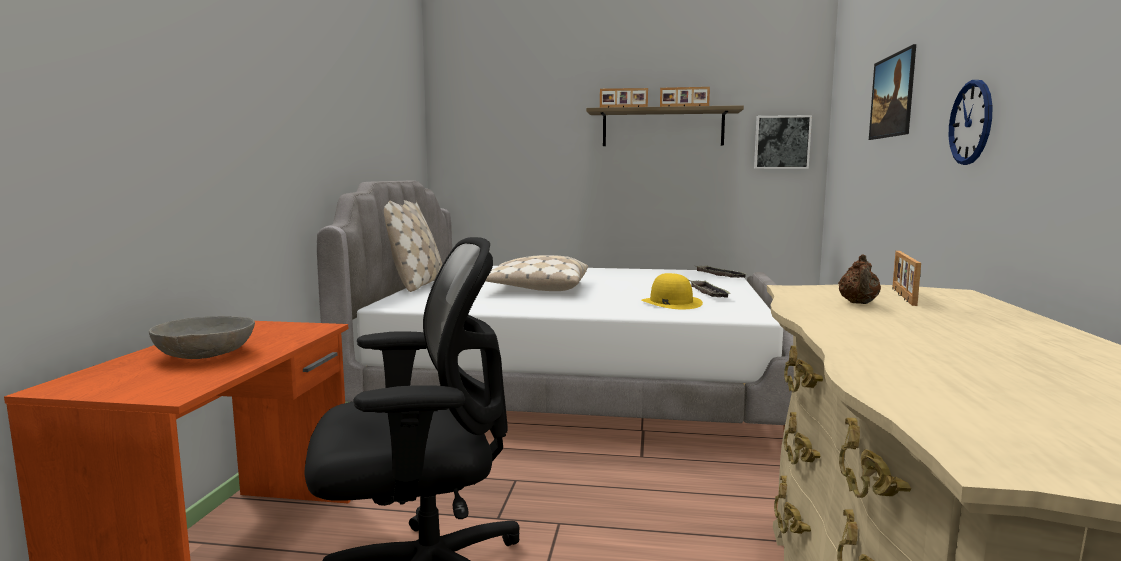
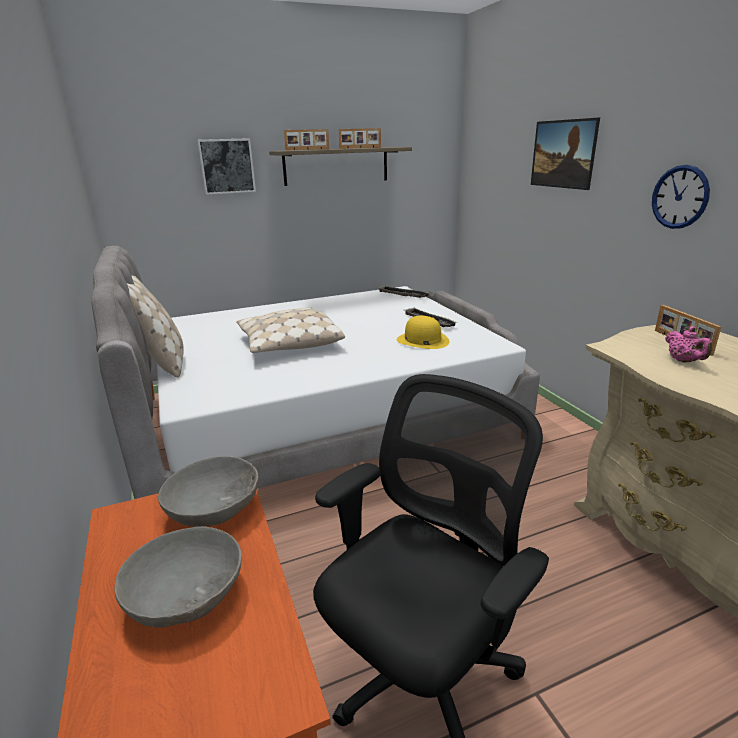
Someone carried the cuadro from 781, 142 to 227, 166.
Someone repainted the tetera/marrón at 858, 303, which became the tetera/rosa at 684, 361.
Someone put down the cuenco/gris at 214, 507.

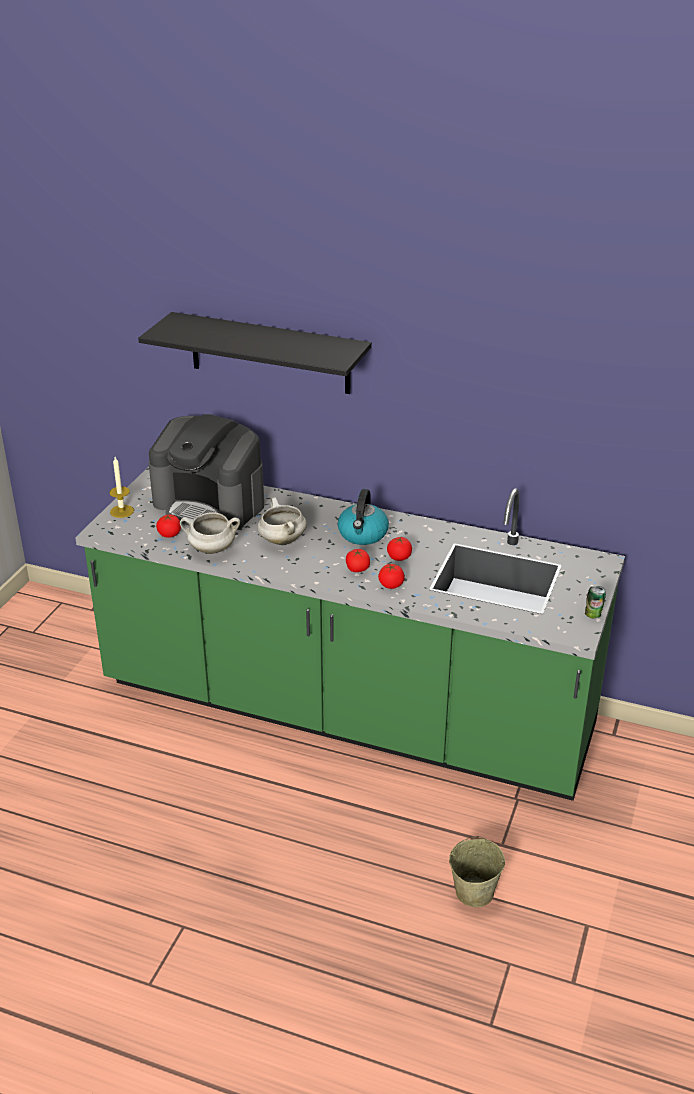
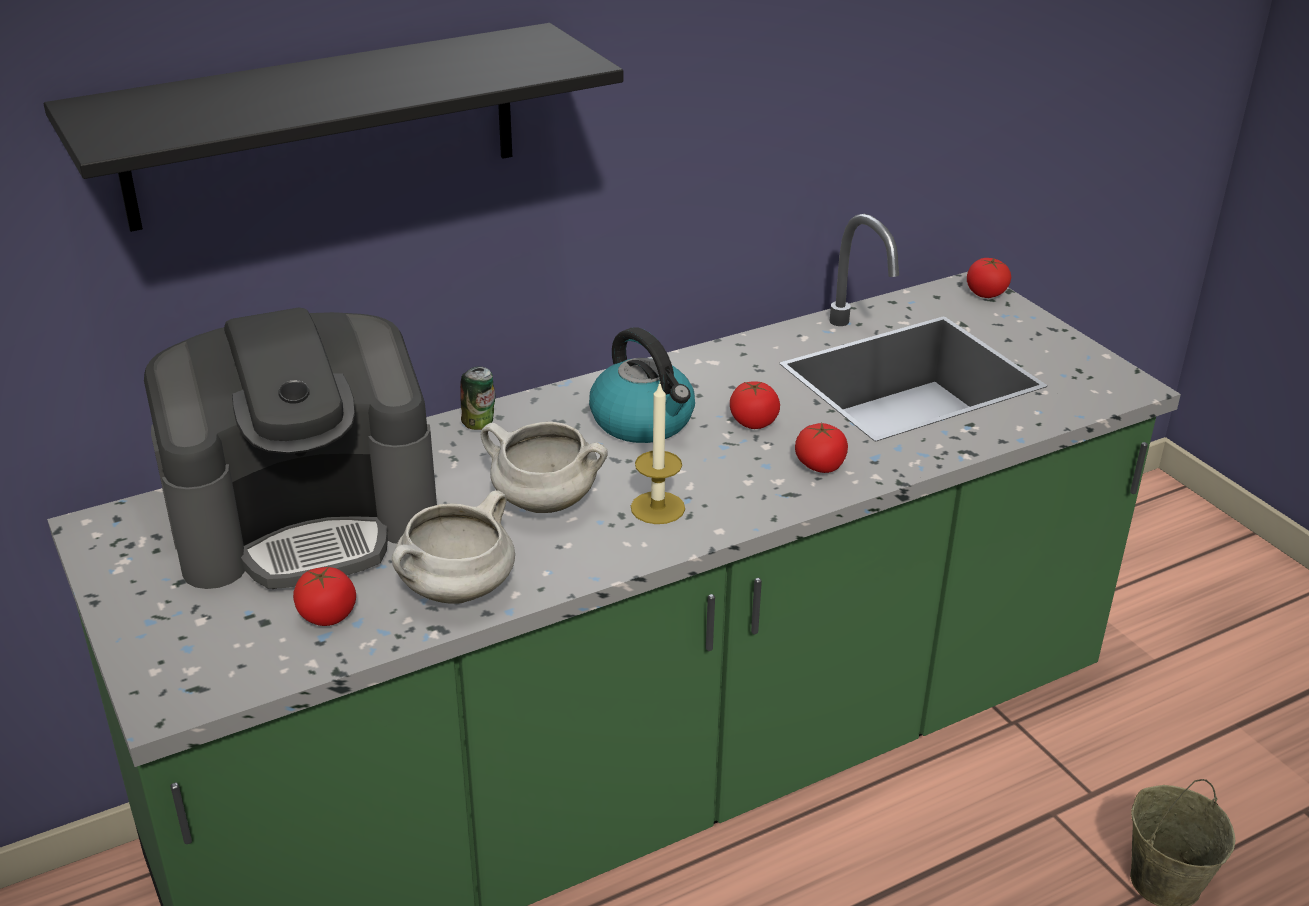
Someone carried the vela from 122, 511 to 657, 508.
Someone carried the tomate from 357, 569 to 986, 293.
Someone carried the lata from 593, 615 to 480, 423.

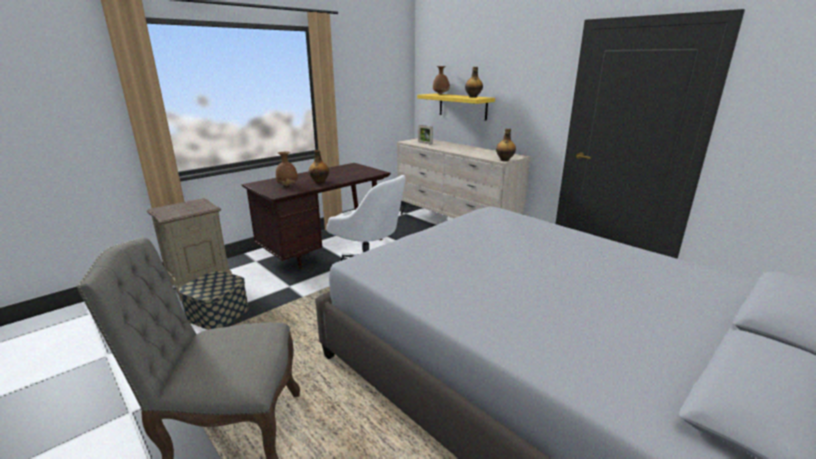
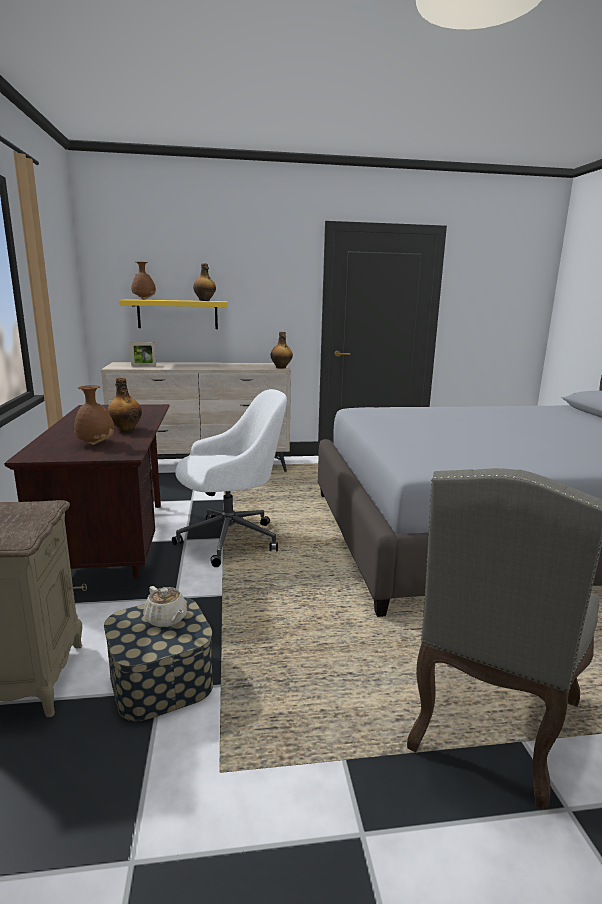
Someone put down the tetera/beis at 166, 619.

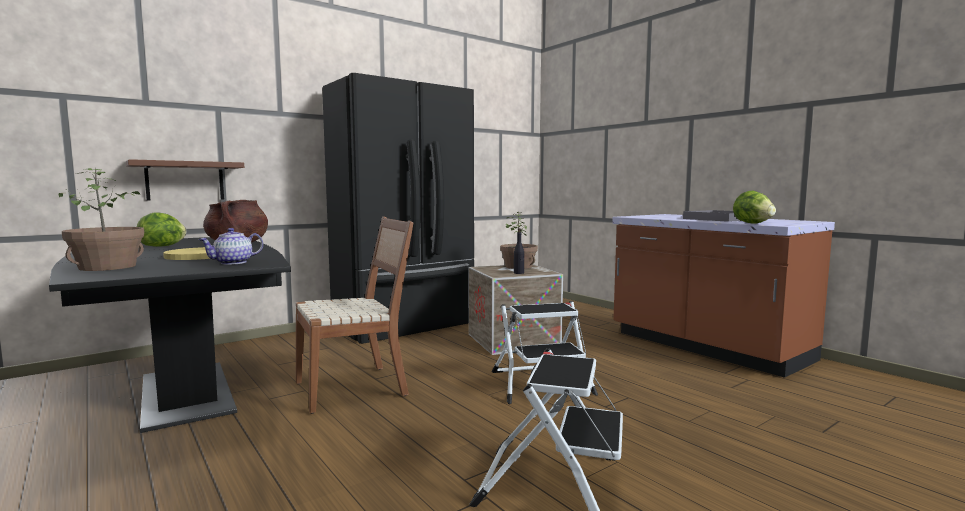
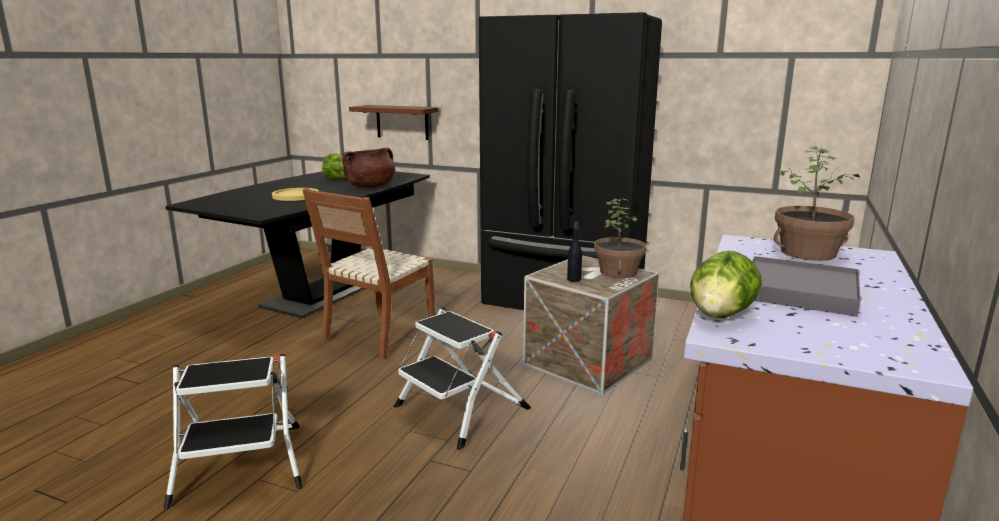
Someone carried the planta en maceta from 108, 267 to 808, 253.
Someone rotated the silla at 356, 388 by 90 degrees clockwise.
Someone took away the tetera at 233, 263.

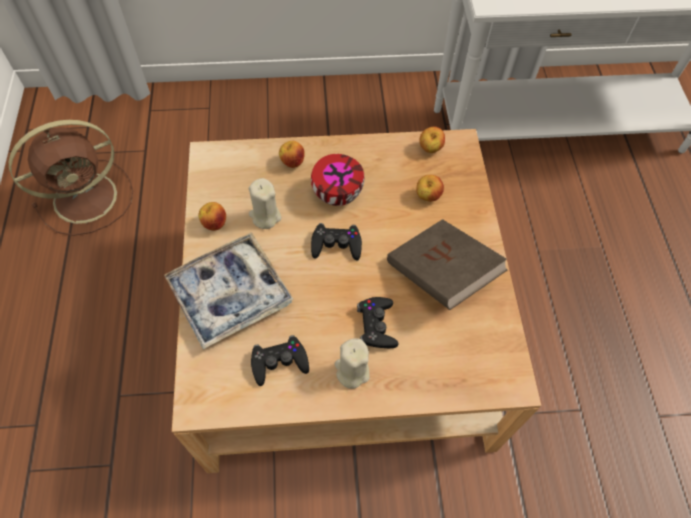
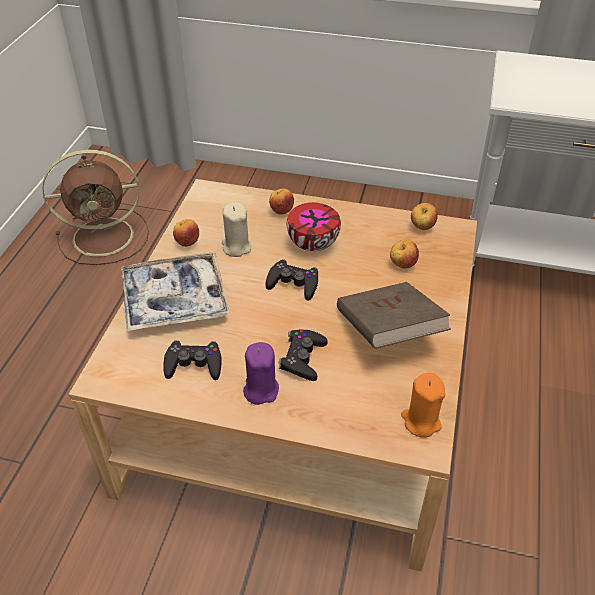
Someone repainted the vela/beis at 352, 371, which became the vela/morado at 260, 390.
Someone put down the vela/naranja at 421, 421.

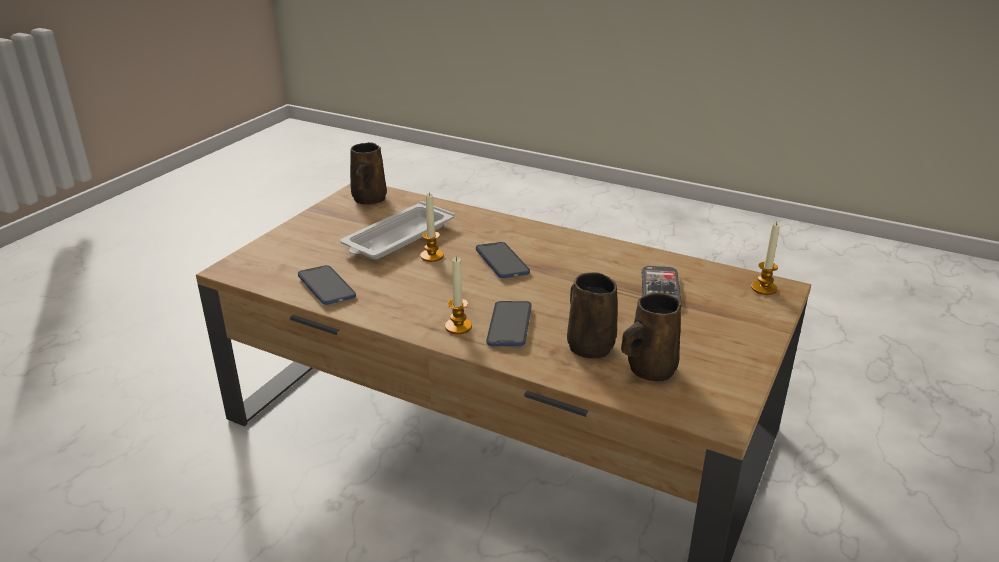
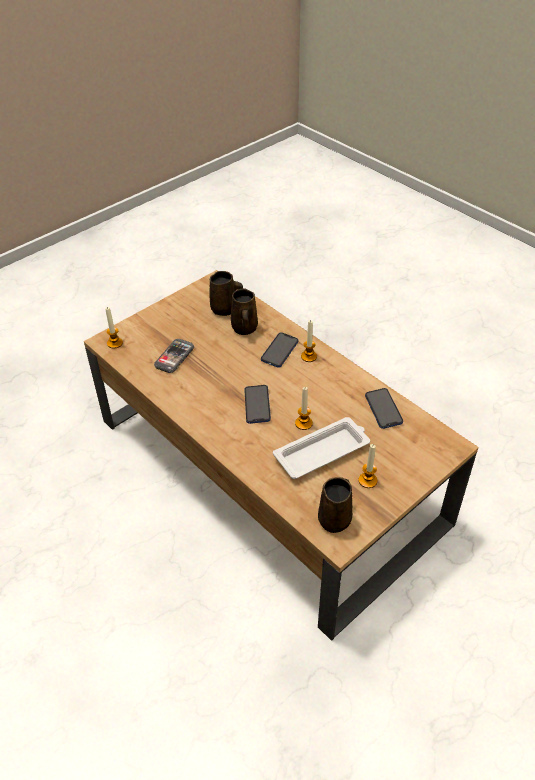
Someone put down the vela at 367, 480.

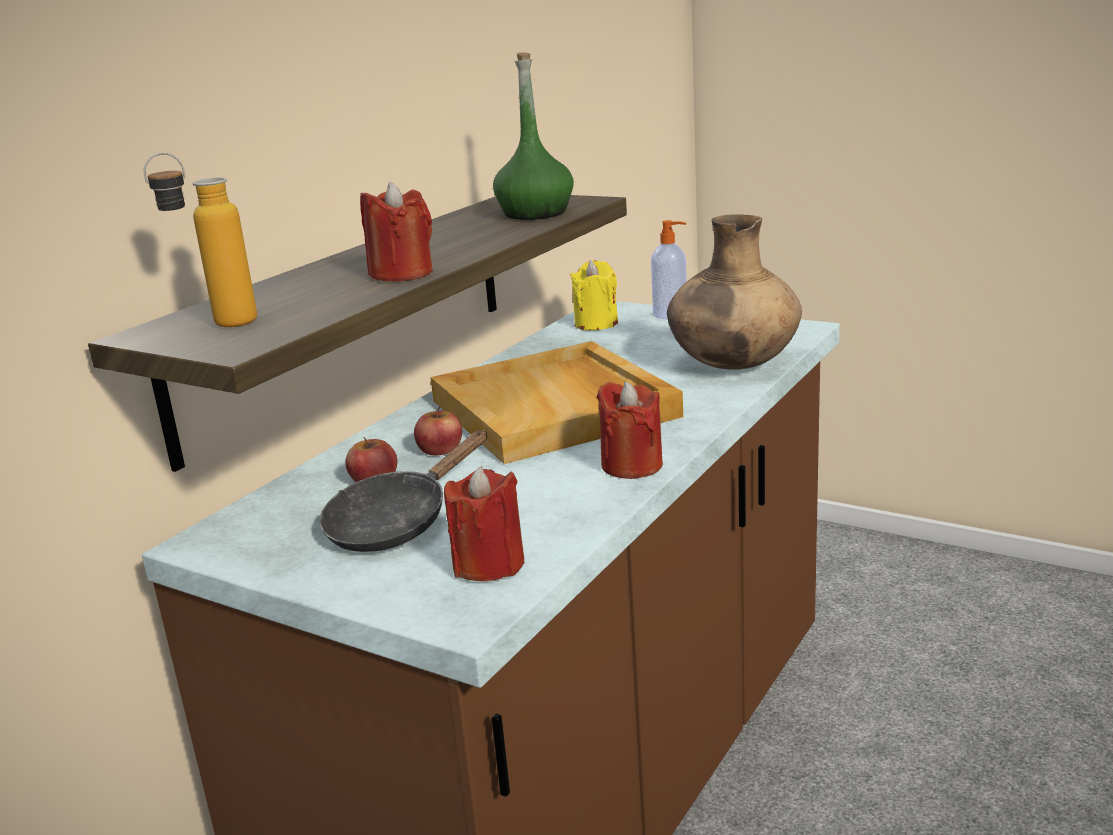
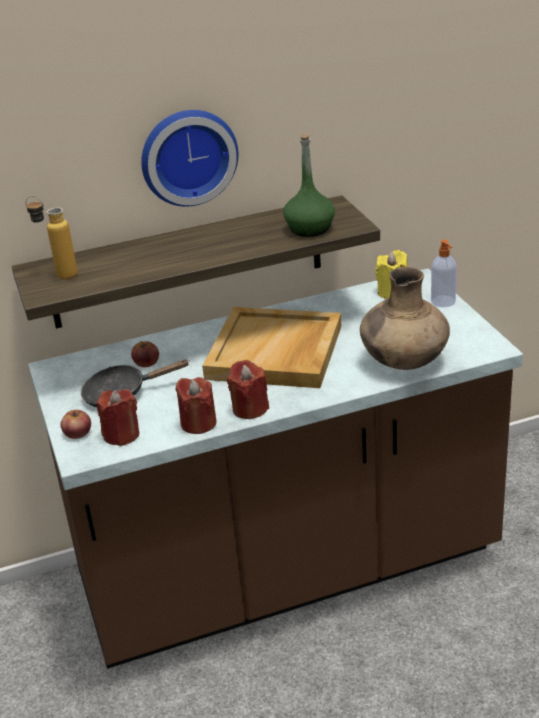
Someone carried the vela/rojo from 401, 274 to 198, 423.
Someone carried the manzana from 440, 449 to 77, 433.
Someone put up the reloj de pared at 187, 156.

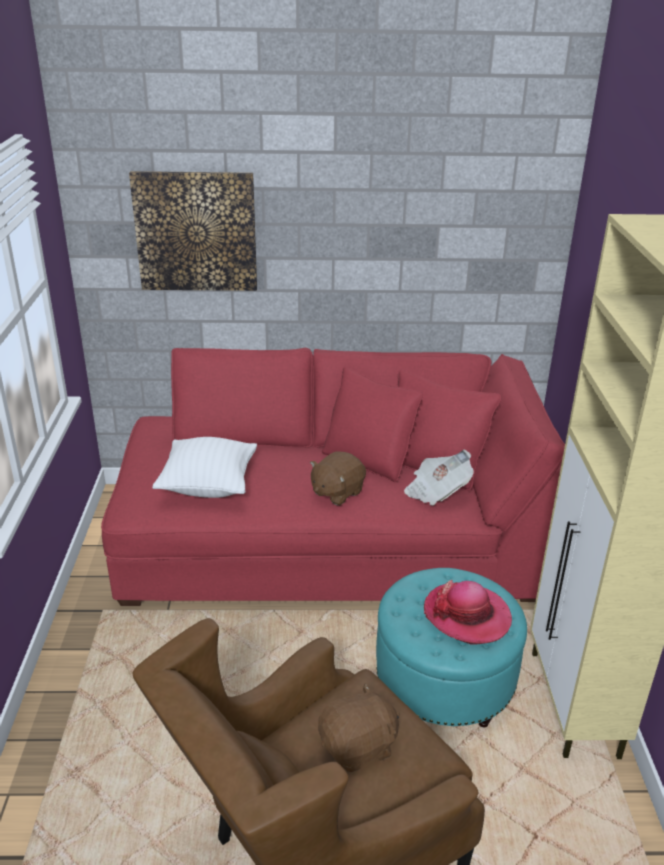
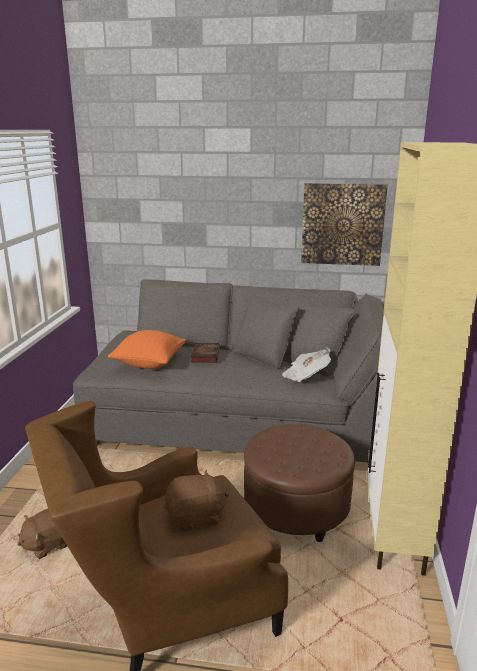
Someone carried the cuadro from 196, 231 to 342, 224.
Someone repainted the sofá/rojo at 329, 544, which became the sofá/gris at 238, 421.
Someone repainted the cojín/blanco at 208, 486, which became the cojín/naranja at 149, 363.
Someone carried the peluche/marrón from 336, 492 to 48, 544.
Someone repainted the puf/turquesa at 444, 684, which became the puf/marrón at 296, 511.
Someone took away the sombrero at 467, 615.
Someone put down the libro at 205, 355.

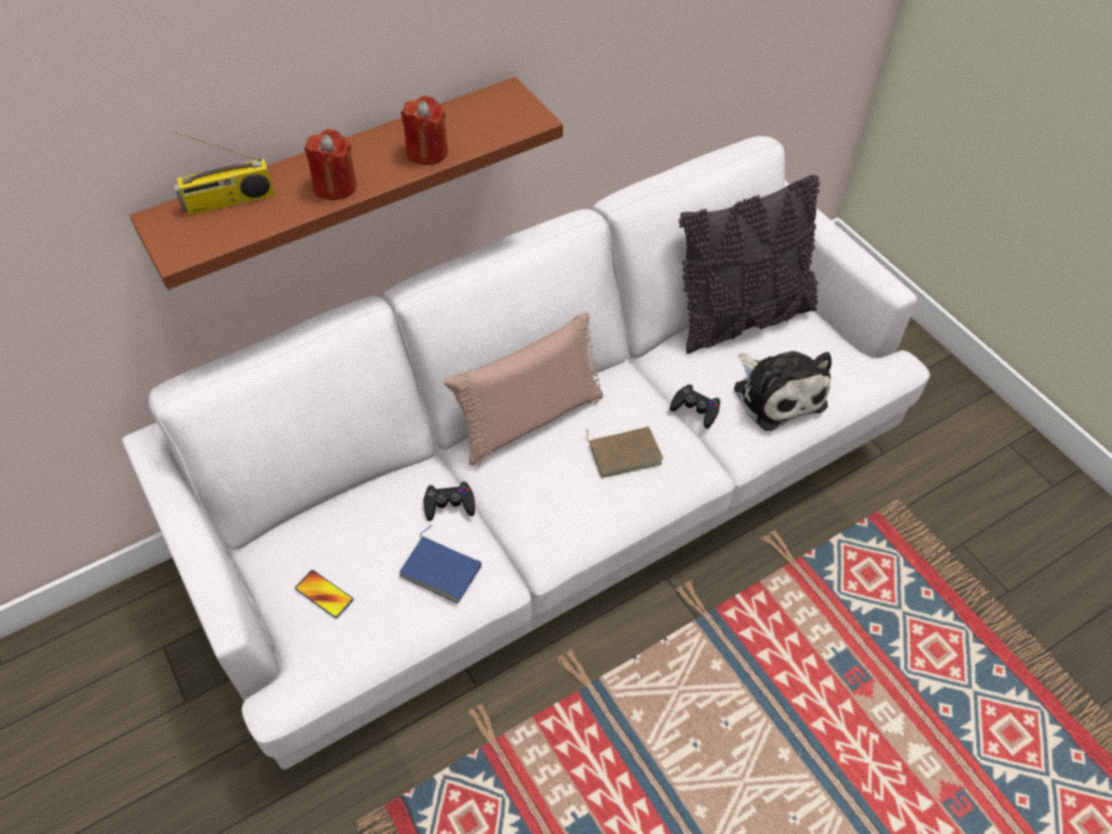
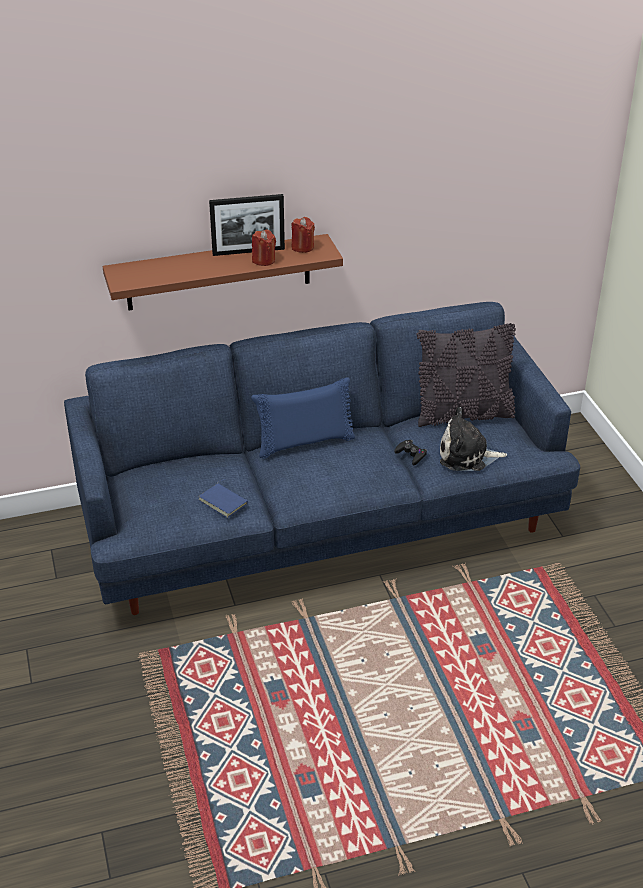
Someone carried the vela/rojo from 335, 186 to 302, 247.
Someone took away the radio at 229, 201.
Someone repainted the sofá/blanco at 554, 505, which became the sofá/azul at 320, 524.
Someone repainted the cojín/beis at 529, 419, which became the cojín/azul at 304, 442.
Someone rotated the peluche at 777, 393 by 105 degrees clockwise.
Someone took away the libro/marrón at 624, 452.
Someone took away the mando de consola/negro at 449, 504.
Someone took away the móvil at 324, 594.
Someone put down the portarretratos at 248, 251.

